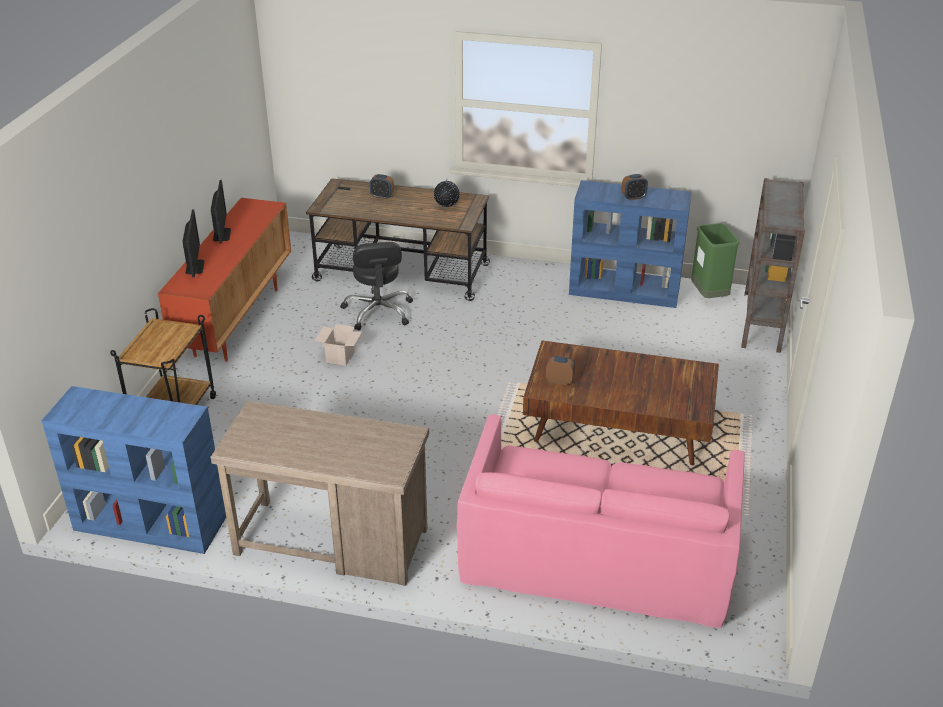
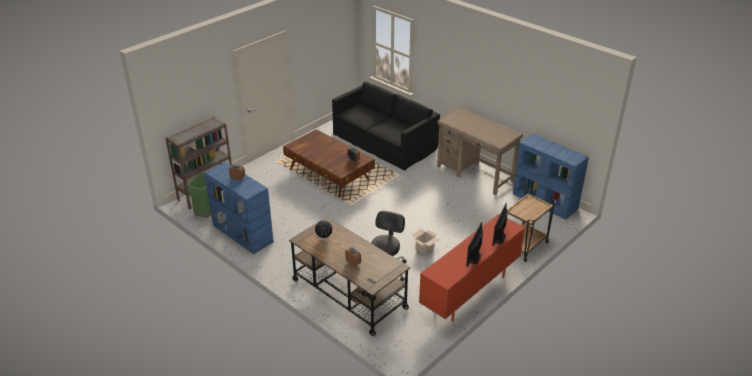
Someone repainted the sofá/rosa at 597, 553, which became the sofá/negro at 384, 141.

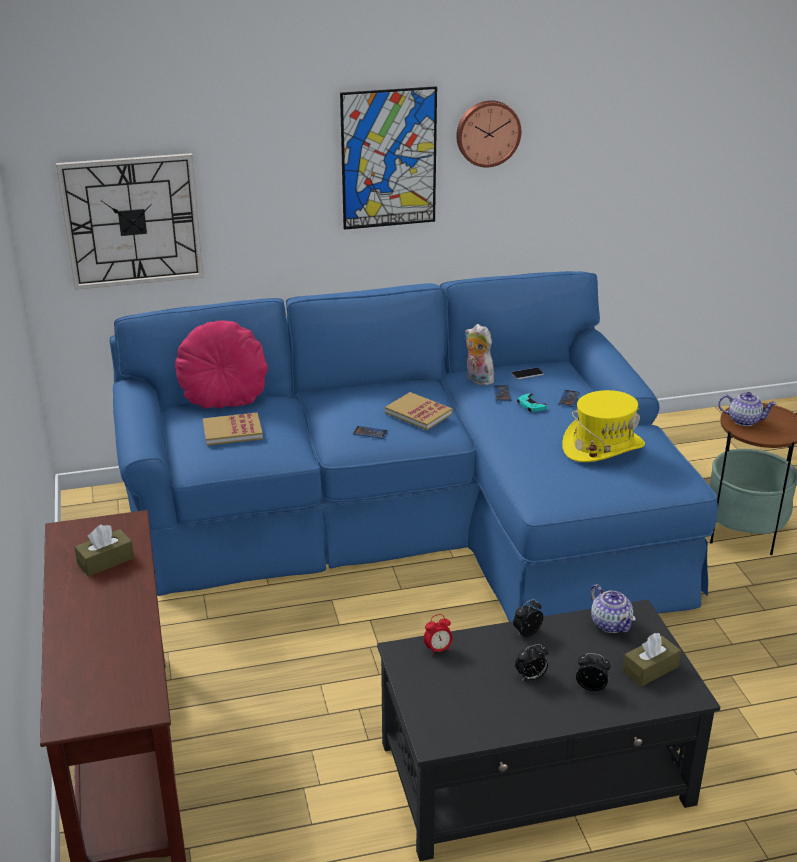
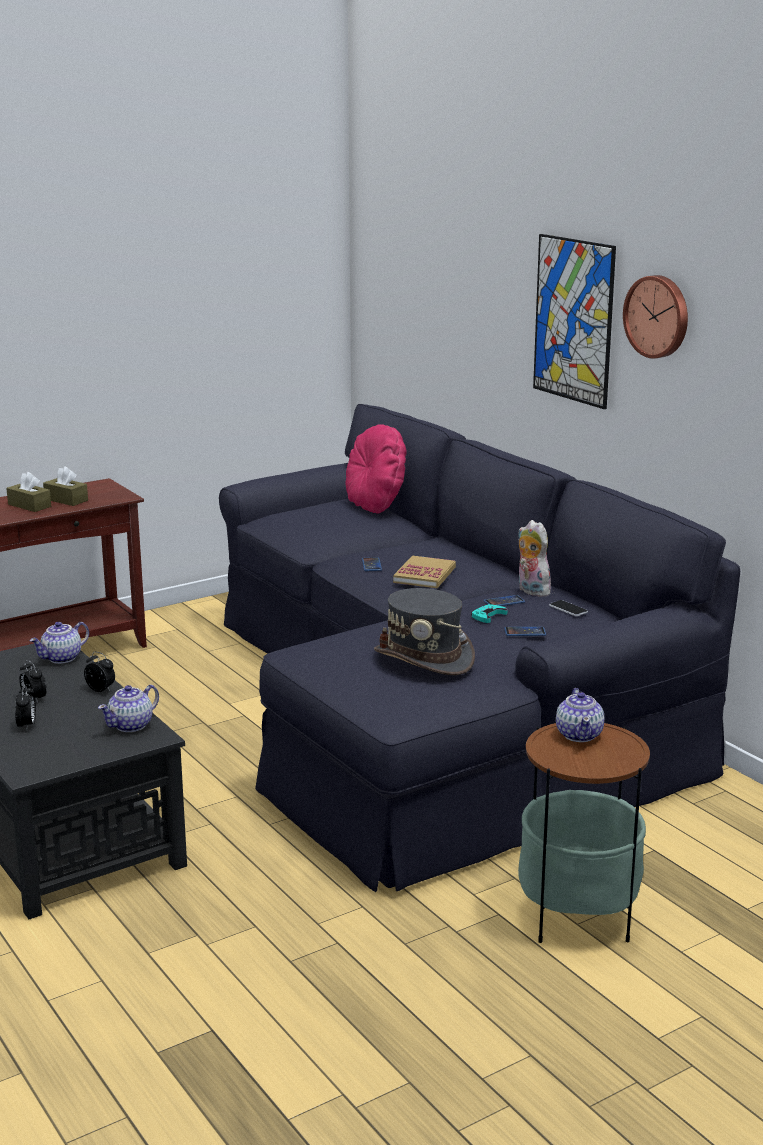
Someone took away the reloj de pared at 132, 221.
Someone repainted the sofá/azul at 420, 518, which became the sofá/negro at 432, 710.
Someone rotated the peluche at 477, 380 by 60 degrees counterclockwise.
Someone repainted the sombrero/amarillo at 603, 447, which became the sombrero/gris at 424, 658.
Someone took away the libro at 232, 431.
Someone swapped the despertador at 438, 650 for the tetera at 62, 658.
Someone carried the caja de pañuelos/marrón from 650, 669 to 29, 505.

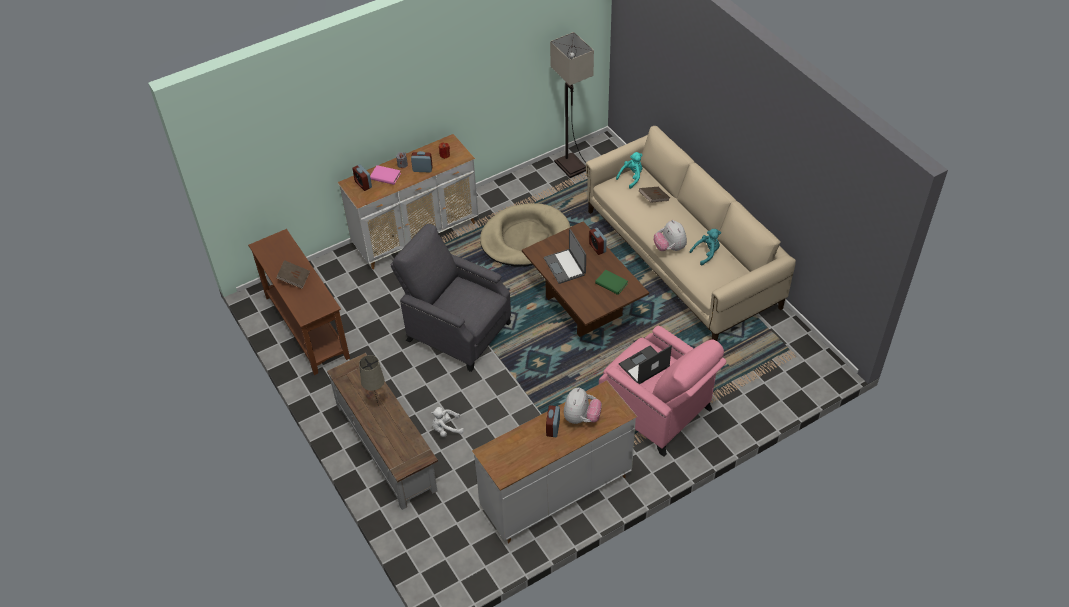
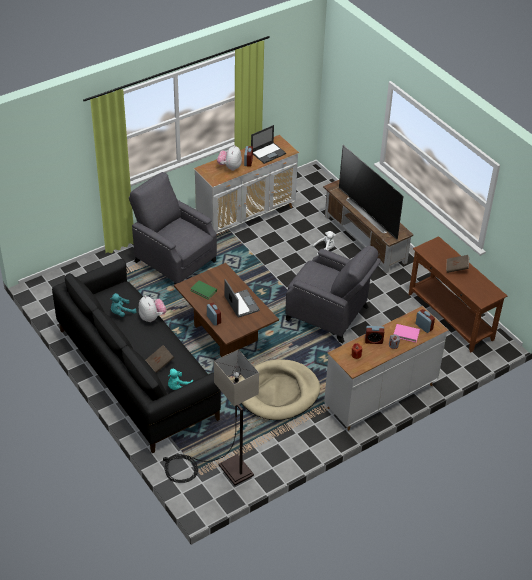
Someone repainted the sofá/beis at 681, 258, which became the sofá/negro at 137, 373.
Someone repainted the sillón/rosa at 658, 411, which became the sillón/gris at 173, 259.
Someone carried the portátil from 643, 366 to 268, 153.
Someone swapped the lámpara de mesa/beis at 377, 406 for the televisor at 370, 213.

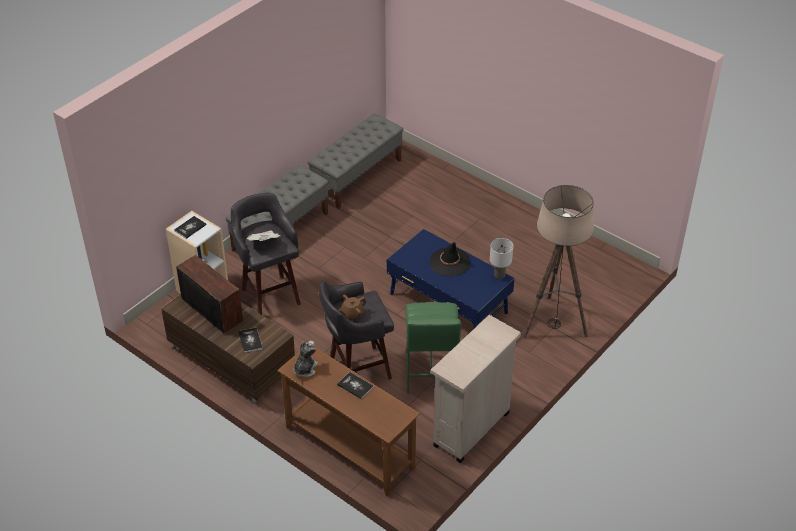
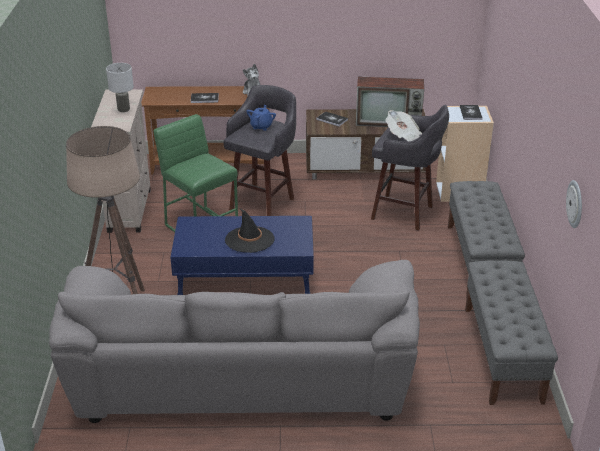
Someone carried the lámpara de mesa/blanco from 499, 275 to 123, 110.
Someone repainted the tetera/marrón at 352, 315, which became the tetera/azul at 261, 126.
Someone put up the reloj de pared at 575, 204.
Someone put down the sofá/gris at 242, 386.

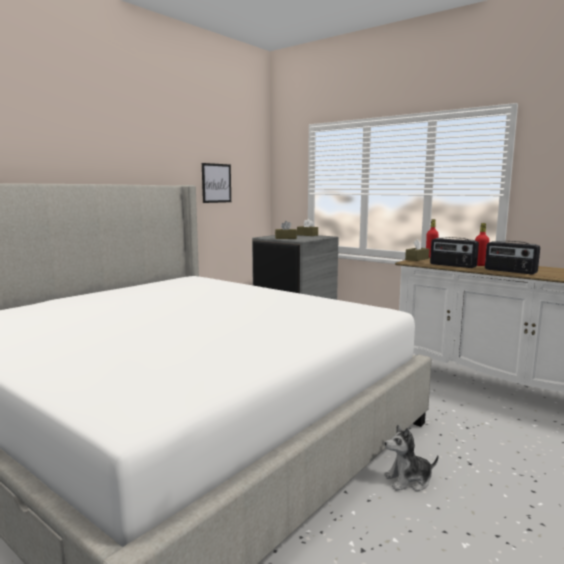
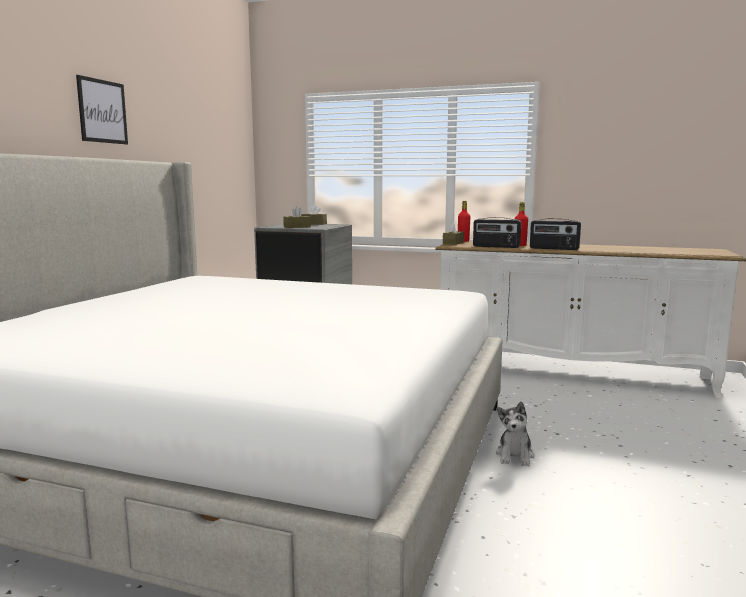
Someone carried the cuadro from 216, 183 to 102, 111.
Someone rotated the peluche at 409, 480 by 45 degrees counterclockwise.

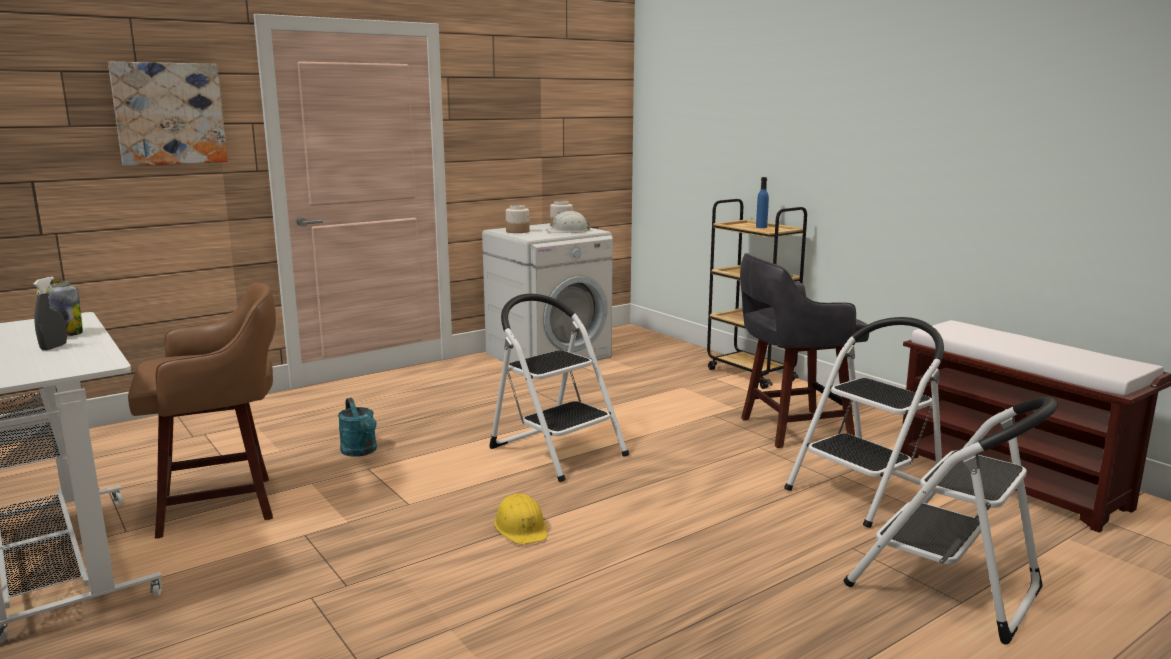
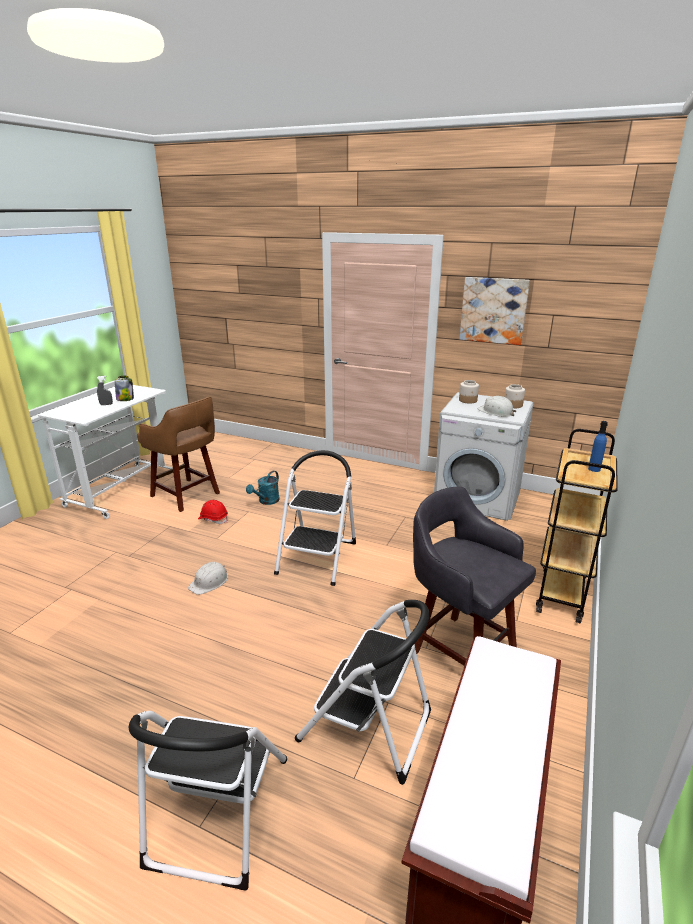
Someone carried the cuadro from 169, 114 to 493, 310.
Someone repainted the casco/amarillo at 521, 528, which became the casco/blanco at 209, 582.
Someone put down the casco/rojo at 213, 519.

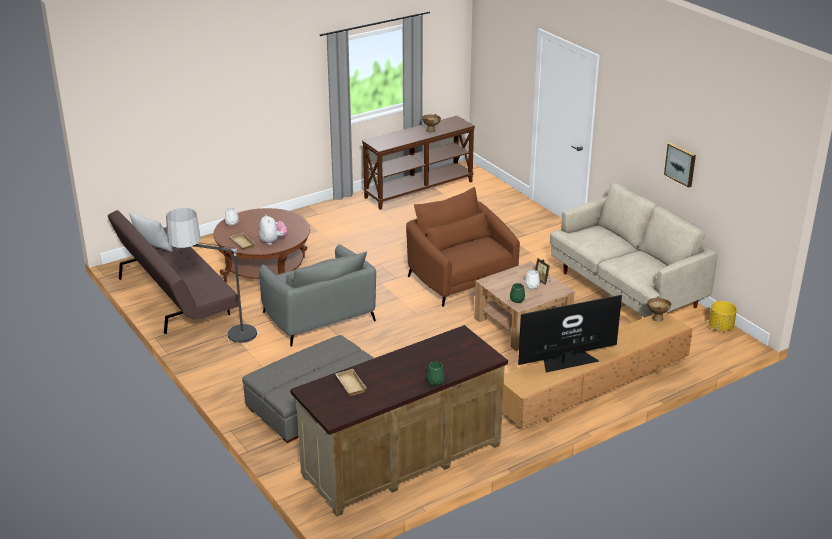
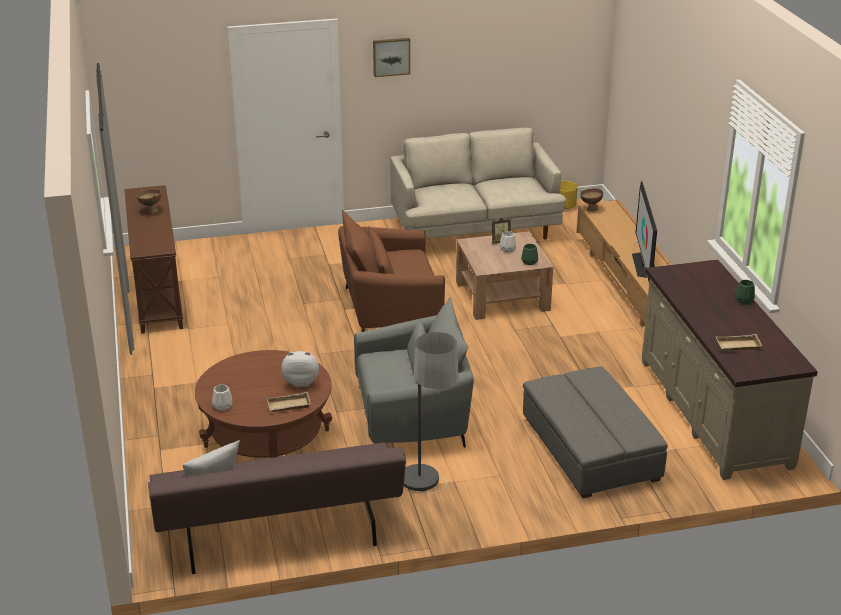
Someone carried the cuadro from 681, 164 to 391, 56.

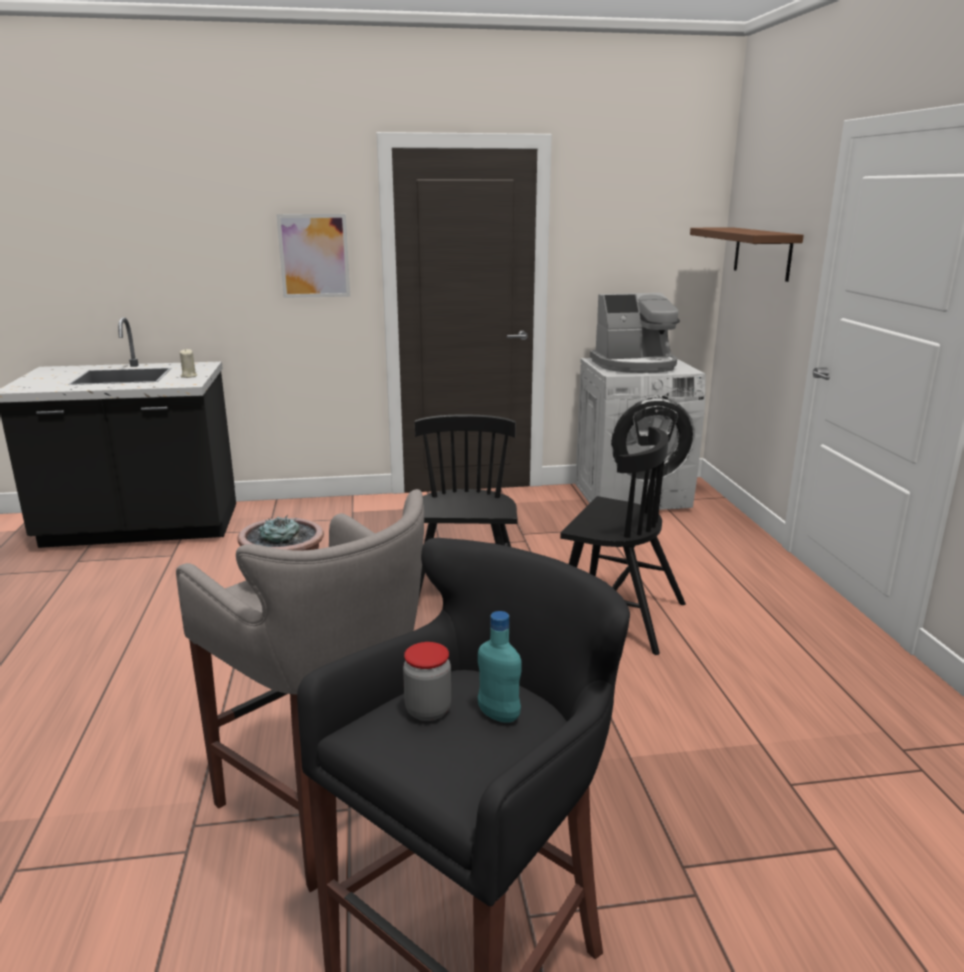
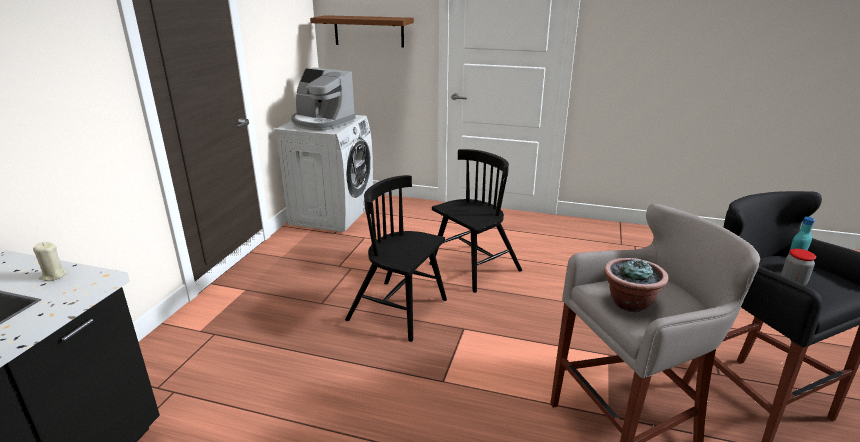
Someone took away the cuadro at 314, 256.
Someone rotated the cafetera at 635, 365 by 105 degrees clockwise.

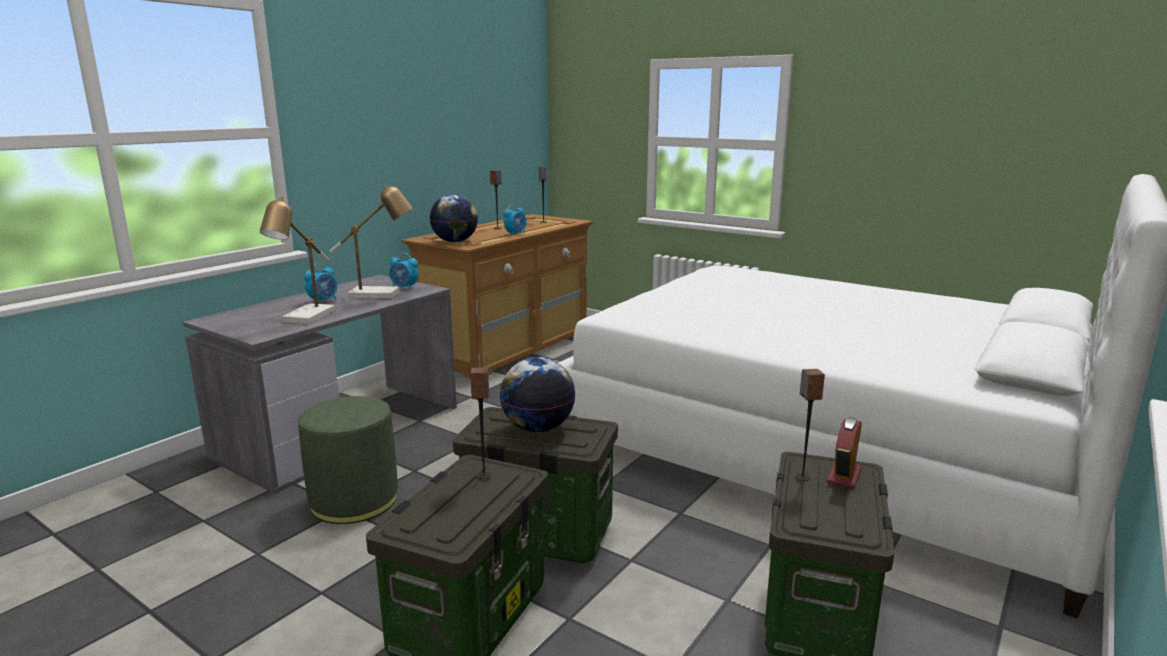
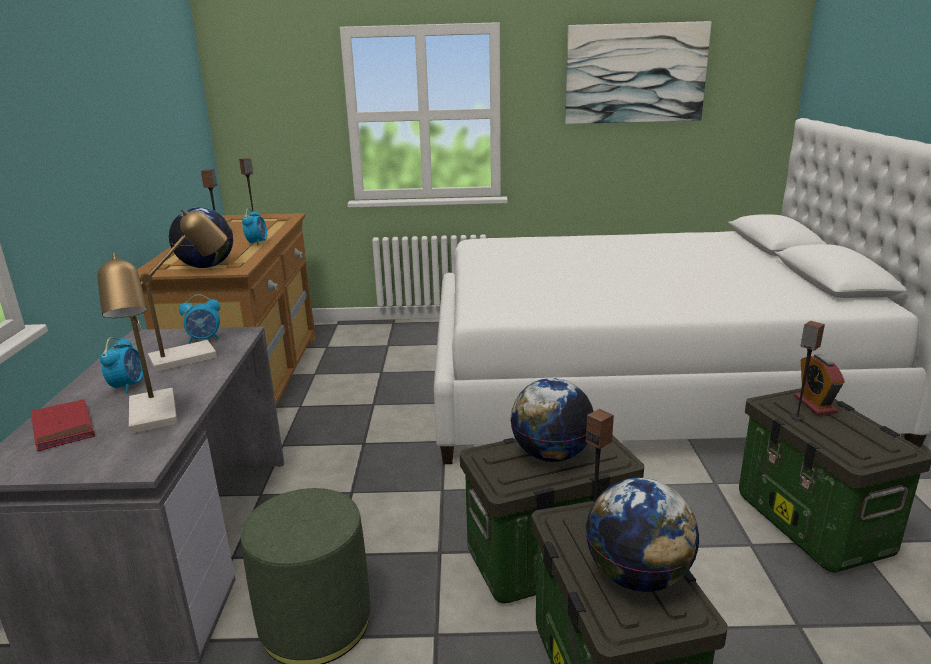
Someone put up the cuadro at 635, 73.
Someone put down the libro/rojo at 63, 428.
Someone put down the globo terráqueo at 637, 576.

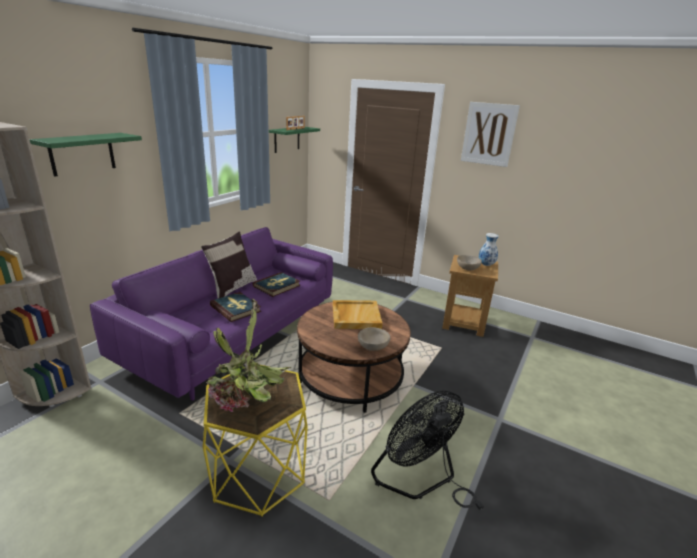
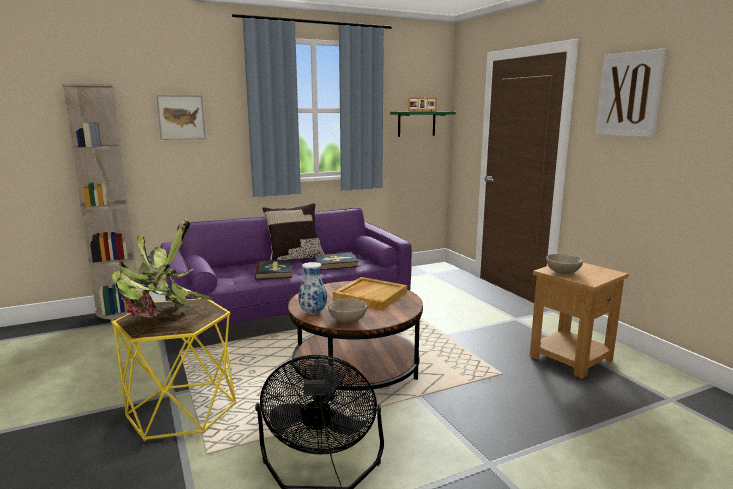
Someone swapped the estante/verde at 82, 154 for the cuadro at 181, 117.
Someone carried the florero from 486, 265 to 313, 312.

